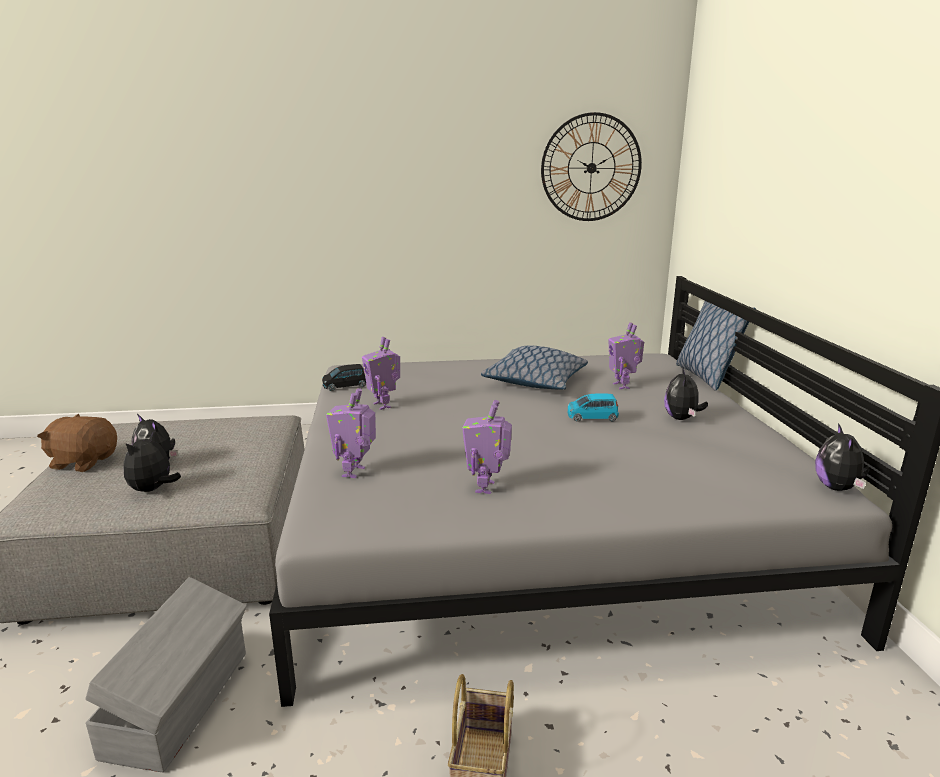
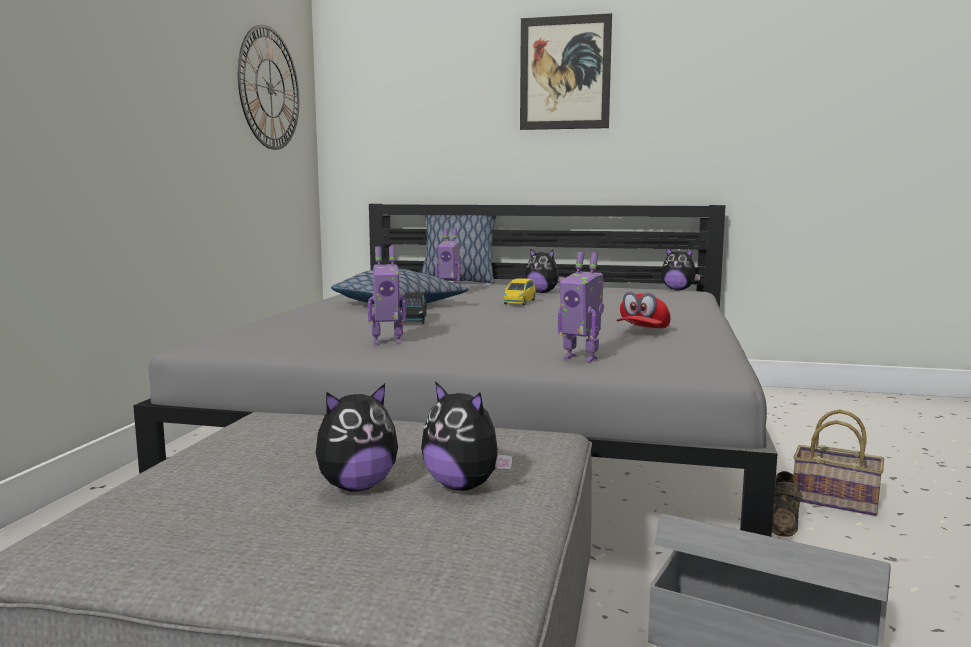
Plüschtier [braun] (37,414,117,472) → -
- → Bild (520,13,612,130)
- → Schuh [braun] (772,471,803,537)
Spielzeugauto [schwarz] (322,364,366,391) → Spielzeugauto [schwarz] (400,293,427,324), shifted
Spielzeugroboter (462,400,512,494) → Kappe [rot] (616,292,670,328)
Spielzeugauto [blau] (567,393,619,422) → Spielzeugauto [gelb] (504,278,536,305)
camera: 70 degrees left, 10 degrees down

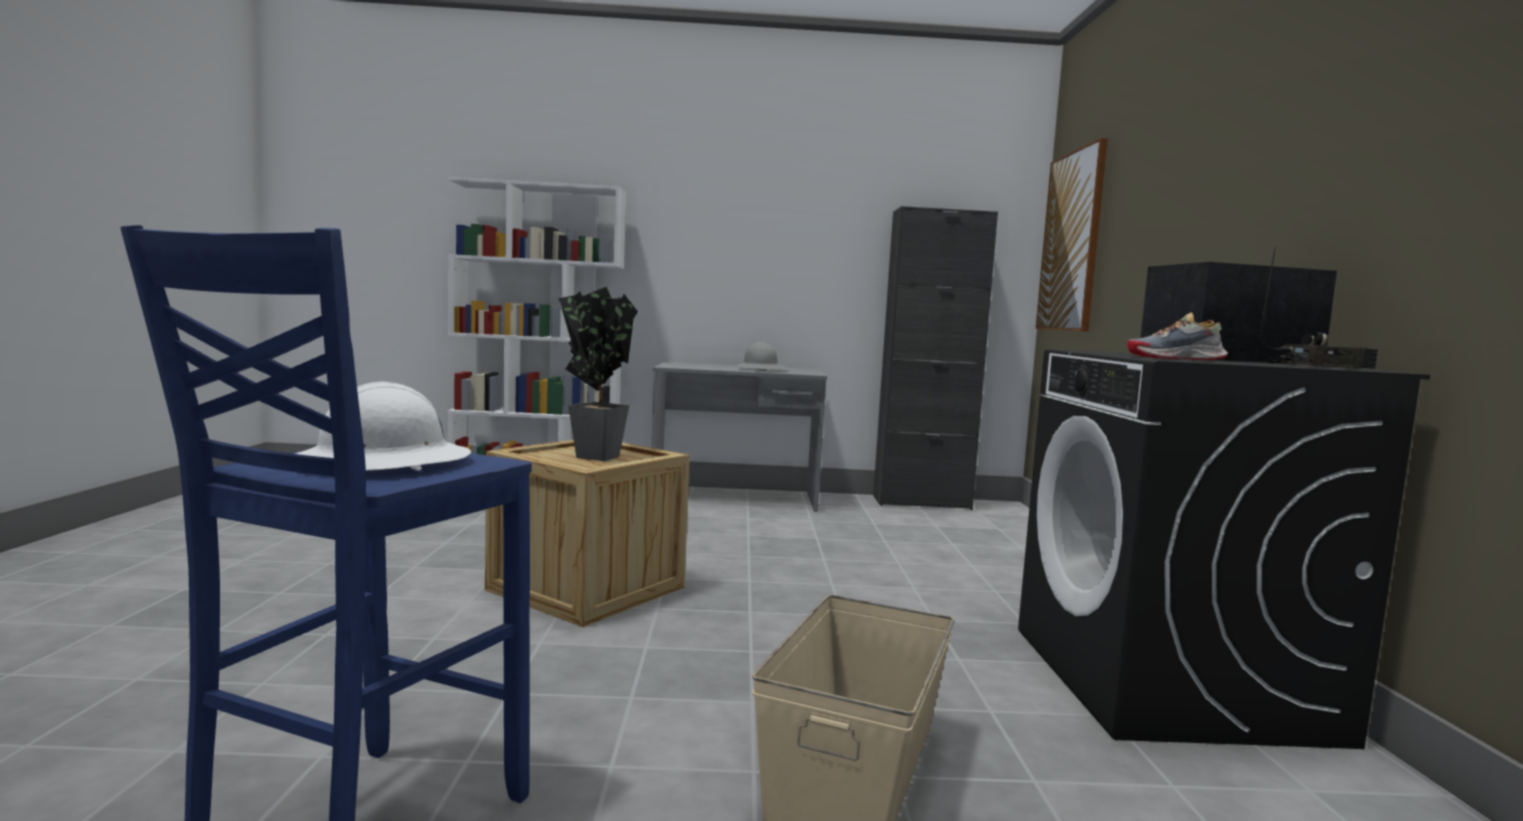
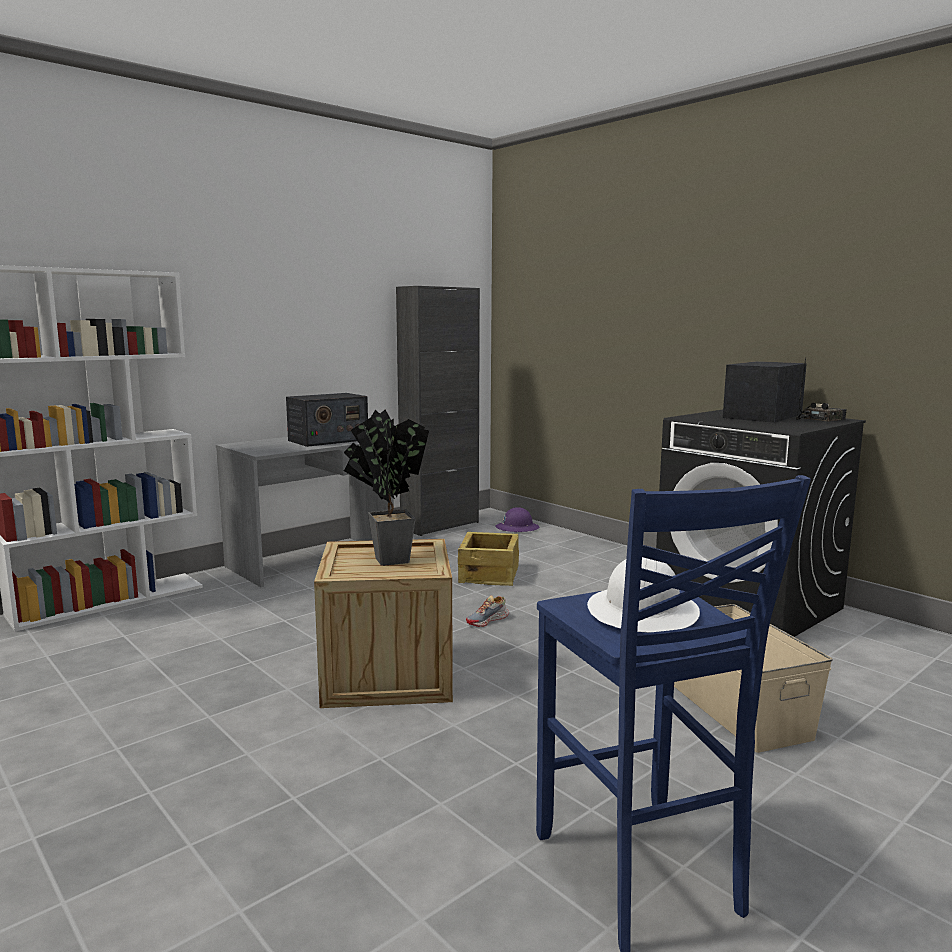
Bild (1035,138,1108,332) → -
- → Kiste (458,532,519,586)
- → Schutzhelm [lila] (496,507,539,532)
Schuh (1127,313,1228,360) → Schuh (466,595,509,627), shifted
Schutzhelm [grau] (735,342,786,370) → Radio (286,393,368,447)
camera: 40 degrees left, 5 degrees up

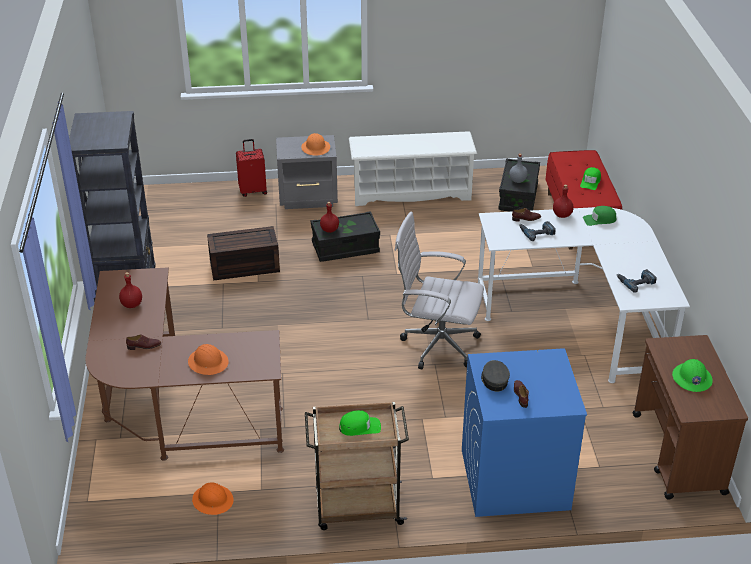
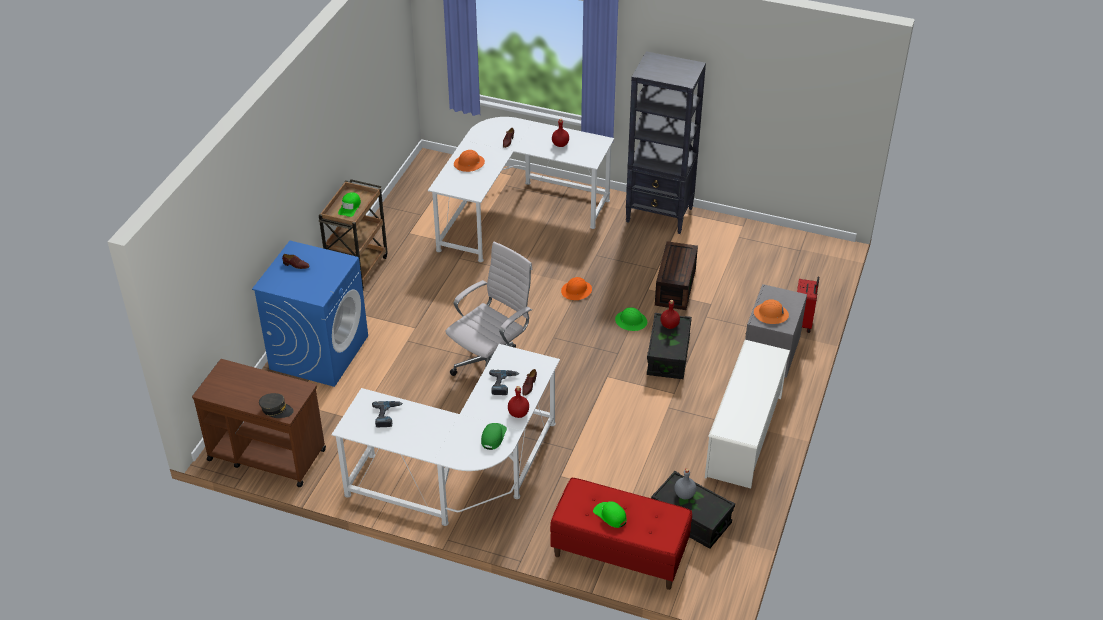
Schutzhelm [orange] (192,482,234,515) → Schutzhelm [orange] (561,277,592,300), shifted
Kappe [grau] (481,360,510,391) → Kappe [grau] (259,393,294,418), shifted
Schutzhelm [grün] (672,359,713,392) → Schutzhelm [grün] (615,307,647,331), shifted
Schreibtisch [braun] (86,267,284,461) → Schreibtisch [weiß] (428,117,614,262)
camera: 115 degrees right, 5 degrees up

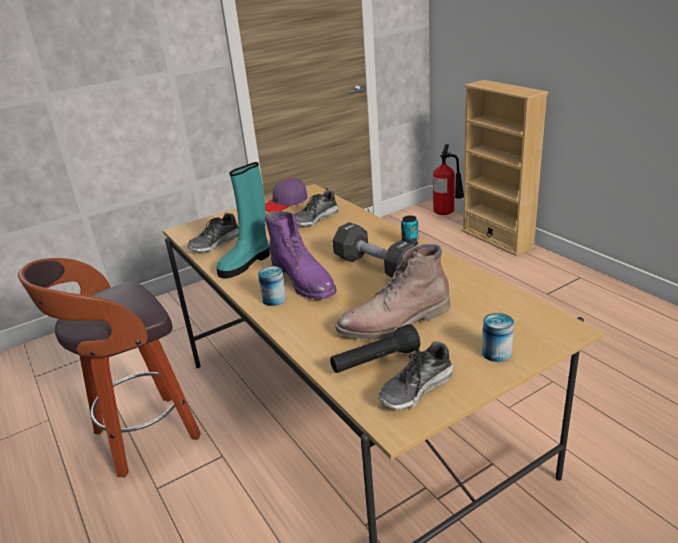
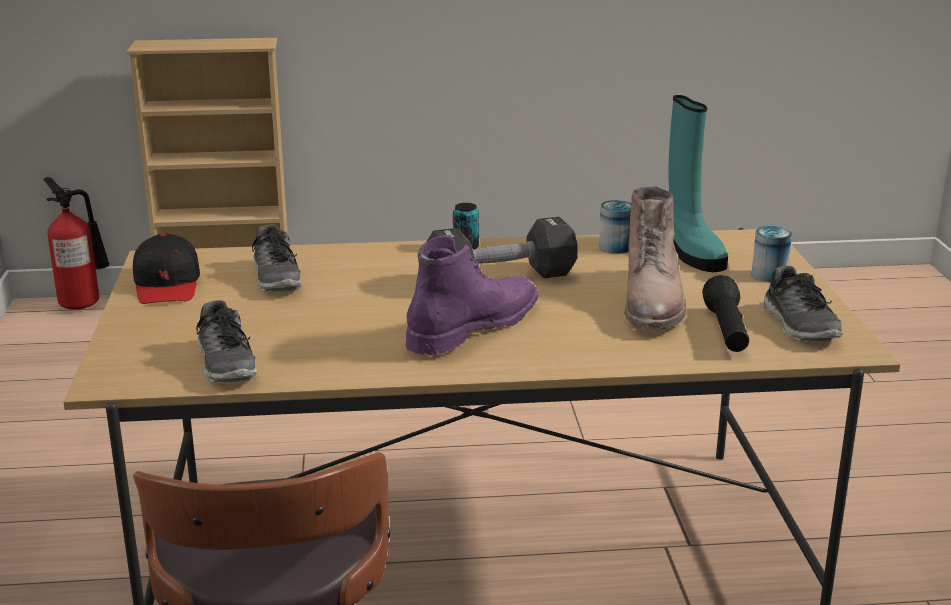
Stiefel [türkis] (216,162,270,279) → Stiefel [türkis] (668,95,728,272), shifted
Dose (258,266,287,306) → Dose (599,200,631,254), shifted
Kappe [lila] (265,178,308,212) → Kappe [schwarz] (133,233,200,304)
Stiefel [lila] (265,211,337,300) → Stiefel [lila] (405,235,538,356), 45 degrees counterclockwise
camera: 65 degrees left, 5 degrees down

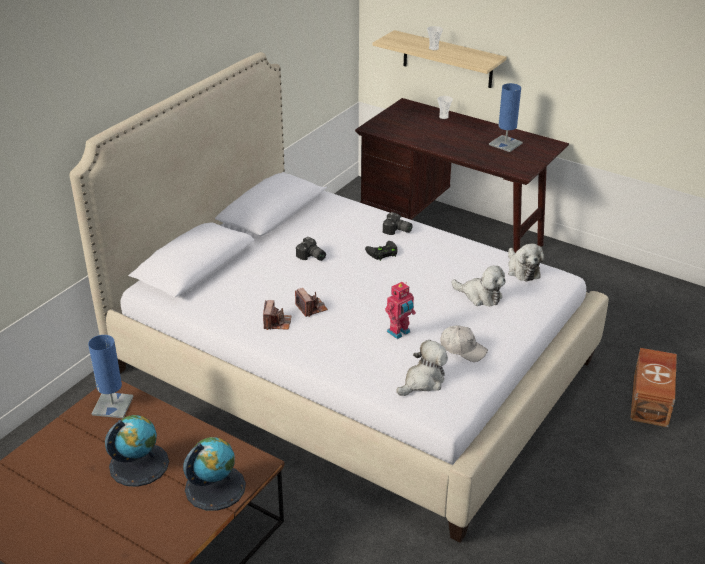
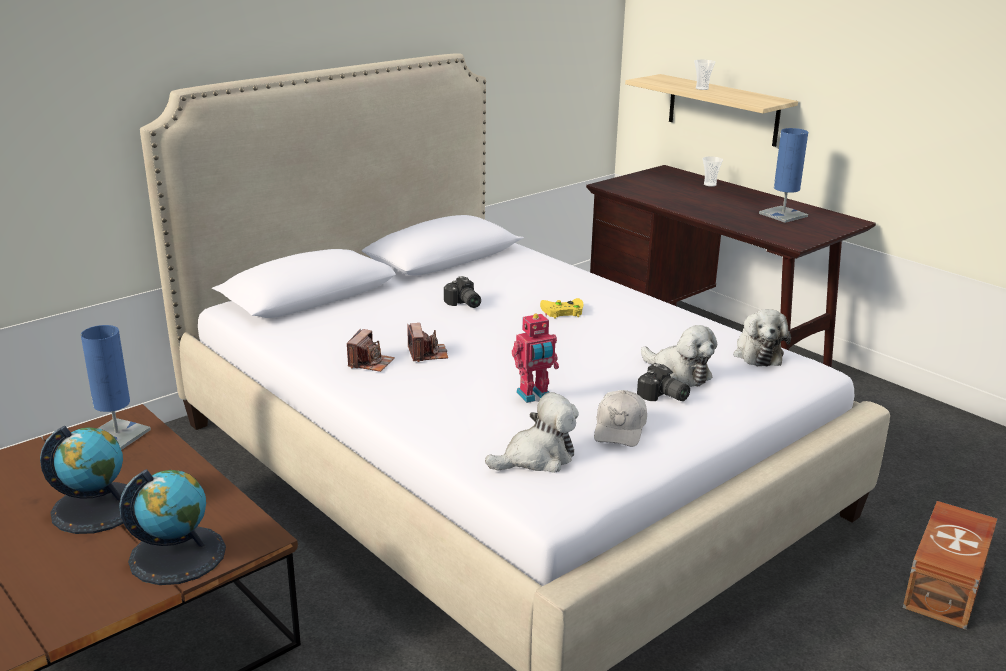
Kamera (383,212,413,235) → Kamera (637,363,690,401), shifted
Gamepad [schwarz] (365,241,398,261) → Gamepad [gelb] (540,298,584,318)
Kappe [weiß] (440,325,488,362) → Kappe [weiß] (594,390,647,447), 60 degrees clockwise
camera: 15 degrees right, 10 degrees down

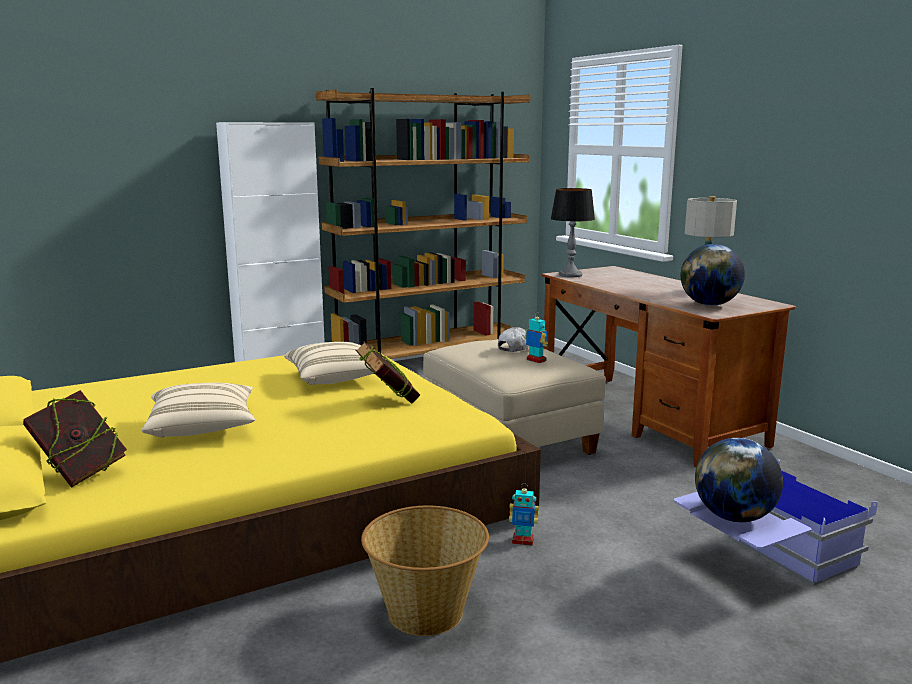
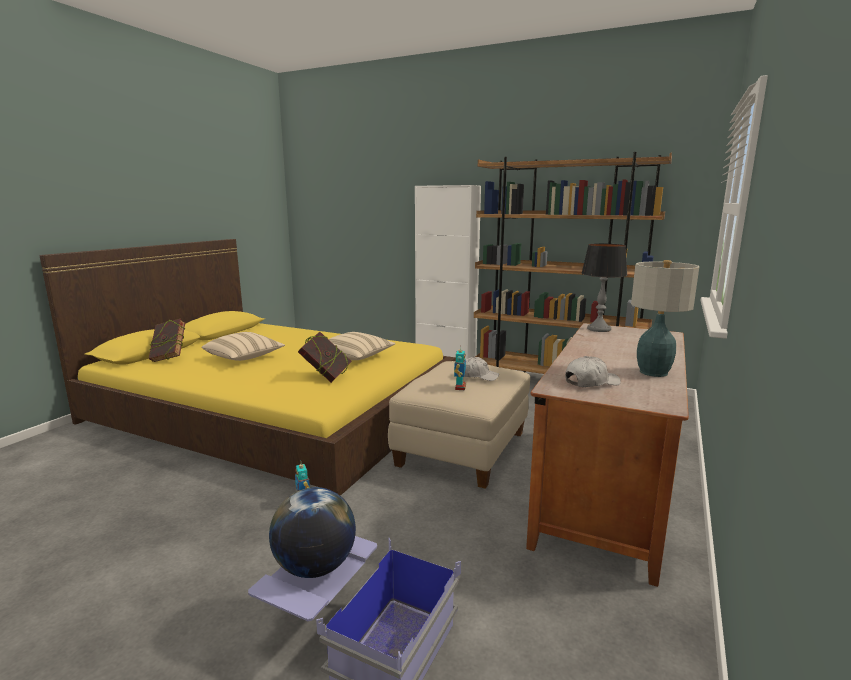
Korb (361,506,489,636) → -
Globus (681,244,745,306) → Kappe [weiß] (565,356,621,387)
camera: 55 degrees right, 0 degrees up

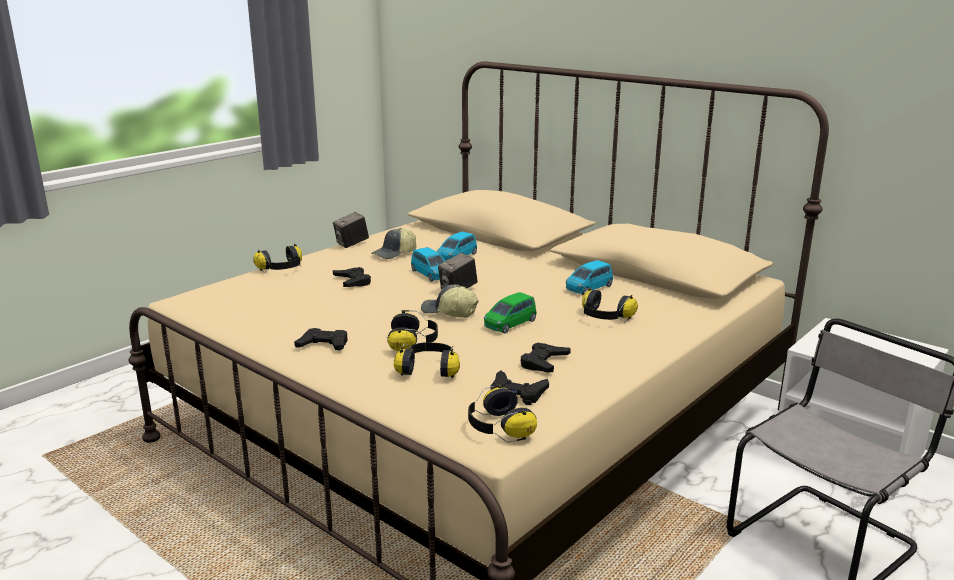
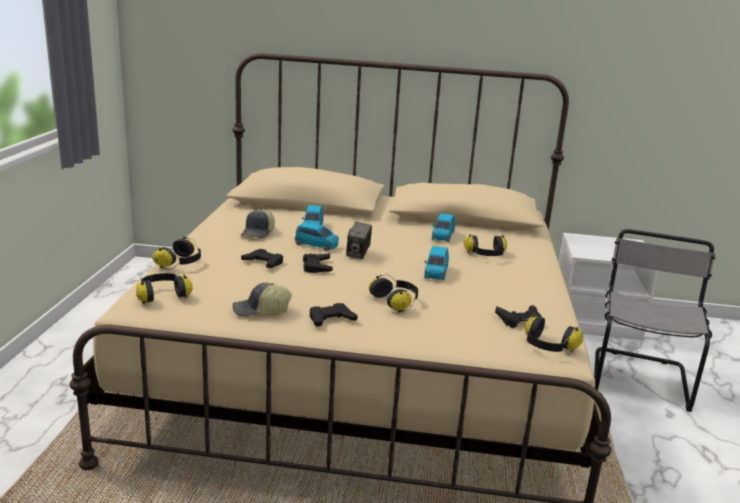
Kamera (333,212,369,248) → -
Kopfhörer (394,342,460,378) → Kopfhörer (136,272,192,304), shifted
Kappe (421,284,479,318) → Kappe (232,282,292,317), shifted
Gamepad [schwarz] (521,342,571,373) → Gamepad [schwarz] (303,253,333,273), shifted
Spielzeugauto [grün] (484,292,536,333) → Spielzeugauto [blau] (424,246,449,280)
camera: 35 degrees left, 0 degrees up

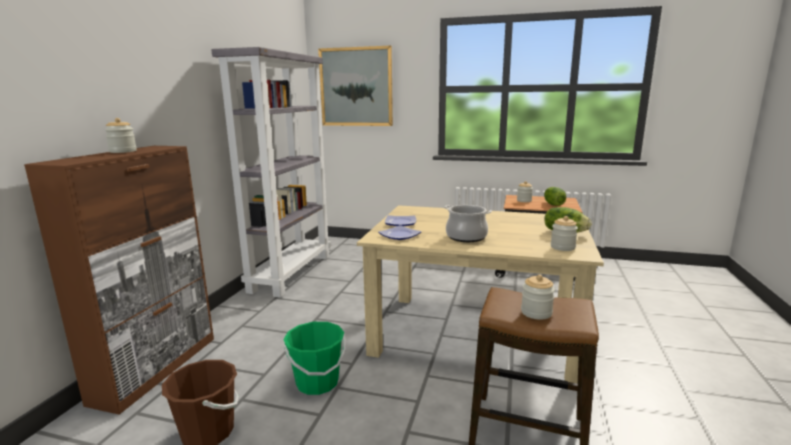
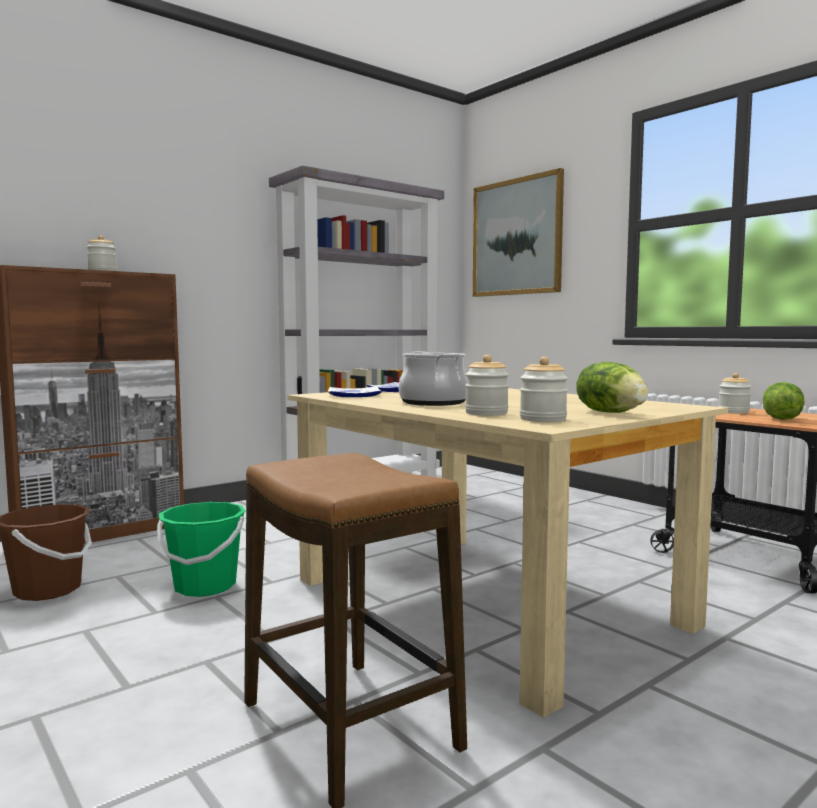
Vorratsglas (521,274,555,320) → Vorratsglas (465,355,509,415), shifted
camera: 35 degrees right, 10 degrees down

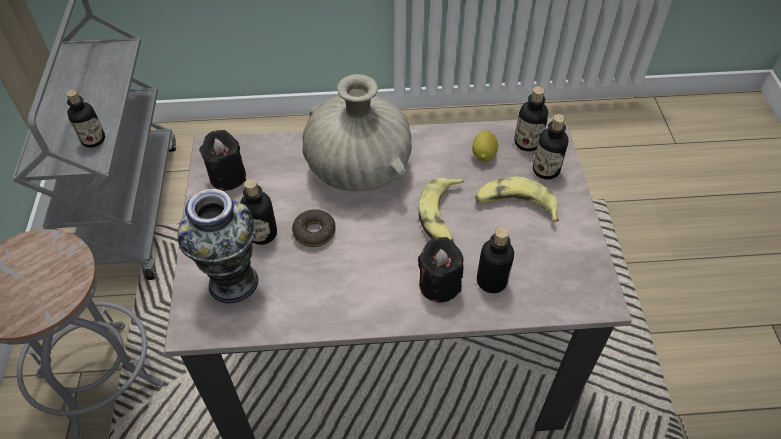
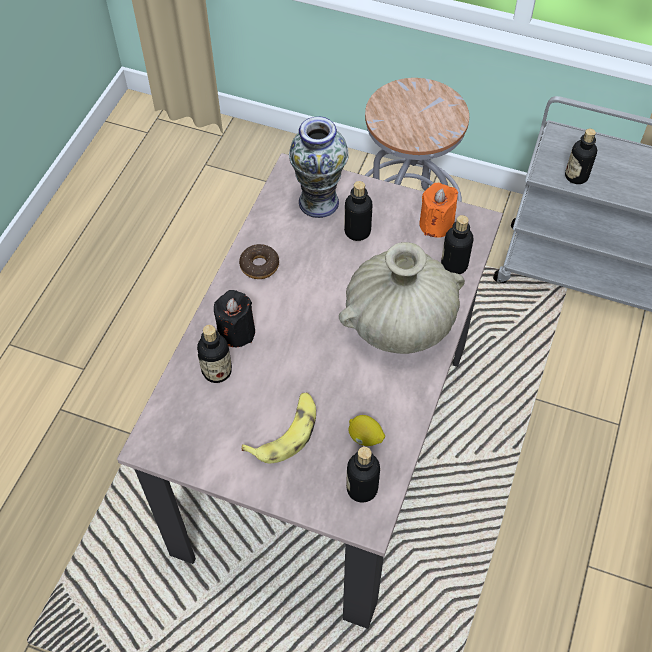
Banane (418,178,464,242) → -
Donut (292,209,336,247) → Donut (239,244,279,279), shifted
Flasche (533,114,569,180) → Flasche (441,215,474,274), shifted
Kerze [schwarz] (199,130,246,191) → Kerze [orange] (419,183,458,237)
camera: 115 degrees right, 5 degrees up

